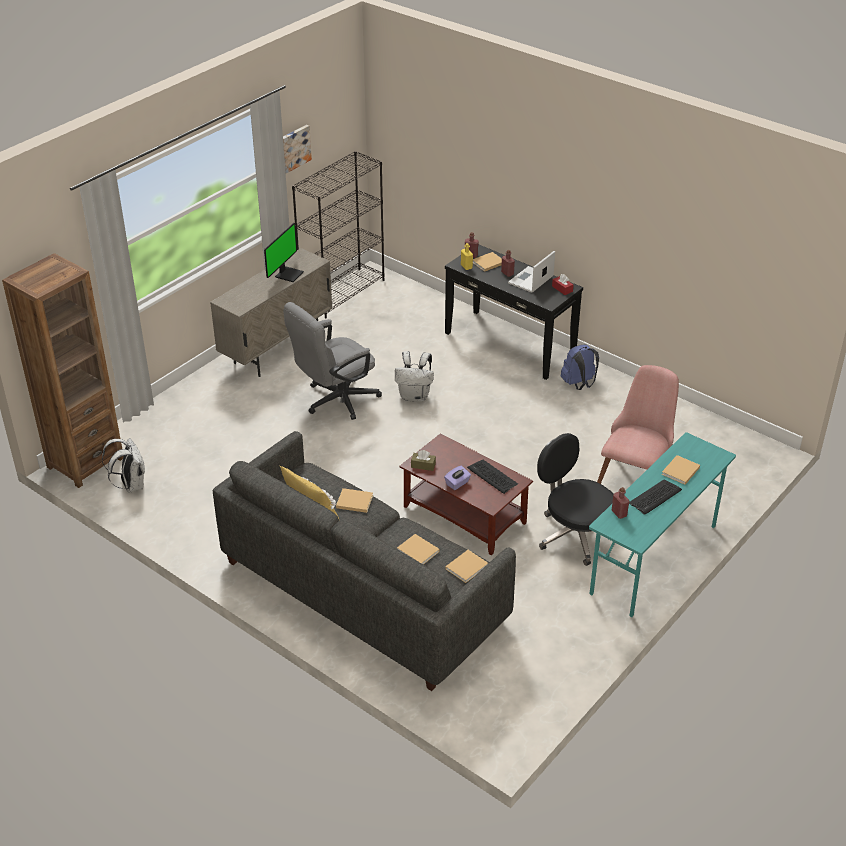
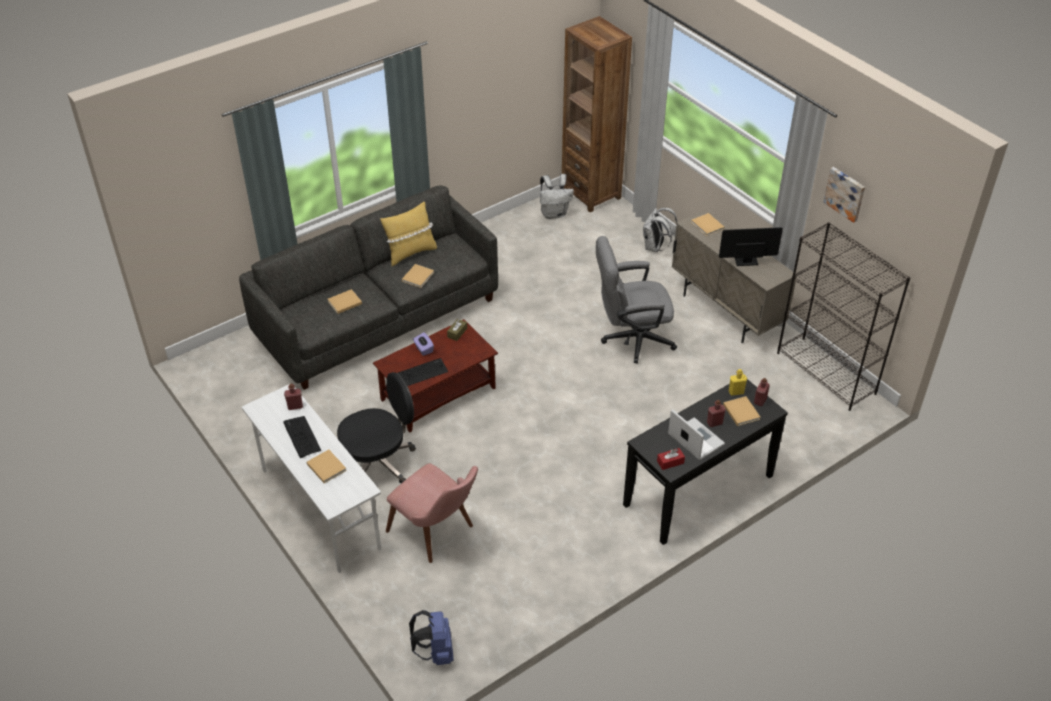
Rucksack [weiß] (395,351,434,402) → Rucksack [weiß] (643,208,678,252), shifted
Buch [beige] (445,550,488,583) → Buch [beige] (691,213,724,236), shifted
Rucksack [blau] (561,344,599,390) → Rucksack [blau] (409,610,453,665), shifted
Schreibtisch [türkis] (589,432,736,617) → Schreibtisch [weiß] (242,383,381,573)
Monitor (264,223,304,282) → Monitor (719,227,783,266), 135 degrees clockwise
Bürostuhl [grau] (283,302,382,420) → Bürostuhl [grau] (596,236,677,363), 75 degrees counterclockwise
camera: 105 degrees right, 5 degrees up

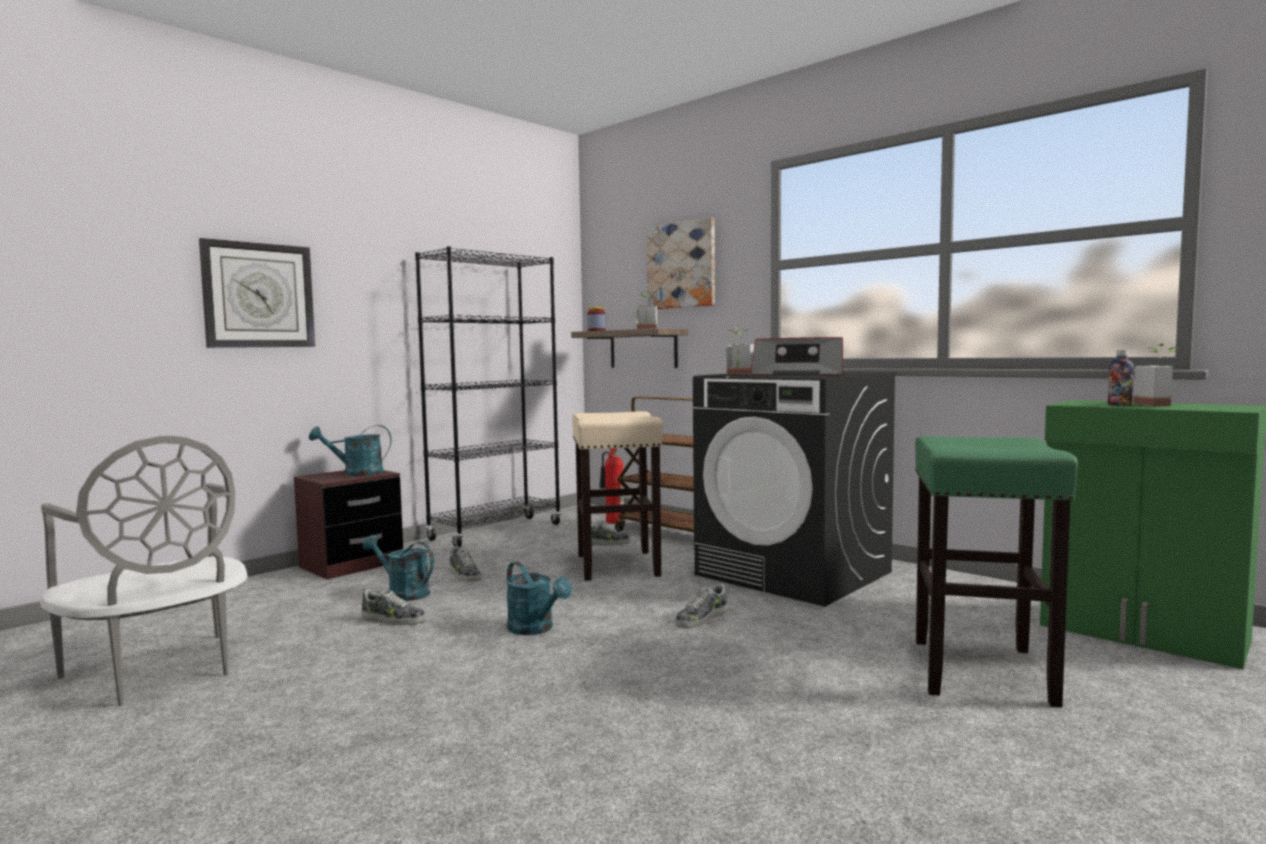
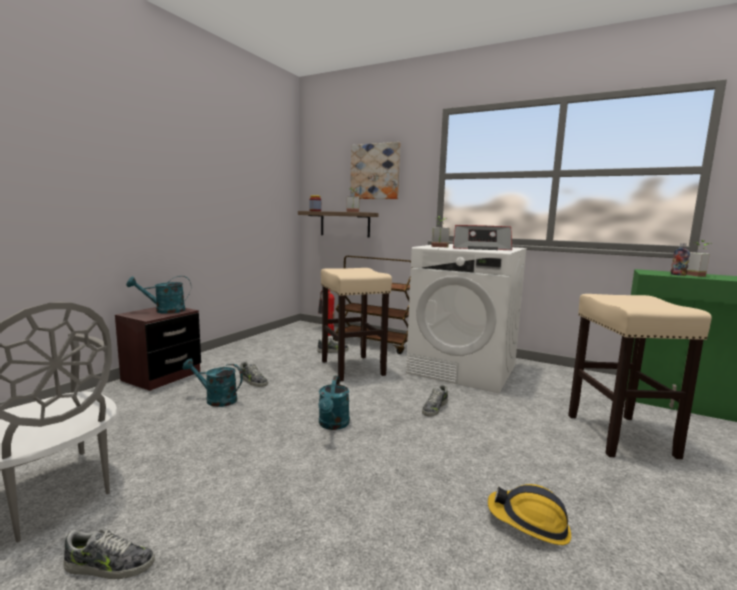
Wanduhr (199,238,315,348) → -
Bücherregal [schwarz] (415,246,561,547) → -
- → Schutzhelm (488,484,571,545)
Schuh (361,589,426,625) → Schuh (63,528,155,579), shifted
Waschmaschine [schwarz] (693,372,897,607) → Waschmaschine [weiß] (406,244,527,393)
Hocker [grün] (915,436,1078,707) → Hocker [beige] (568,294,712,459)
Gießkanne [türkis] (506,562,572,635) → Gießkanne [türkis] (318,375,350,430), 60 degrees clockwise
camera: 15 degrees left, 5 degrees up

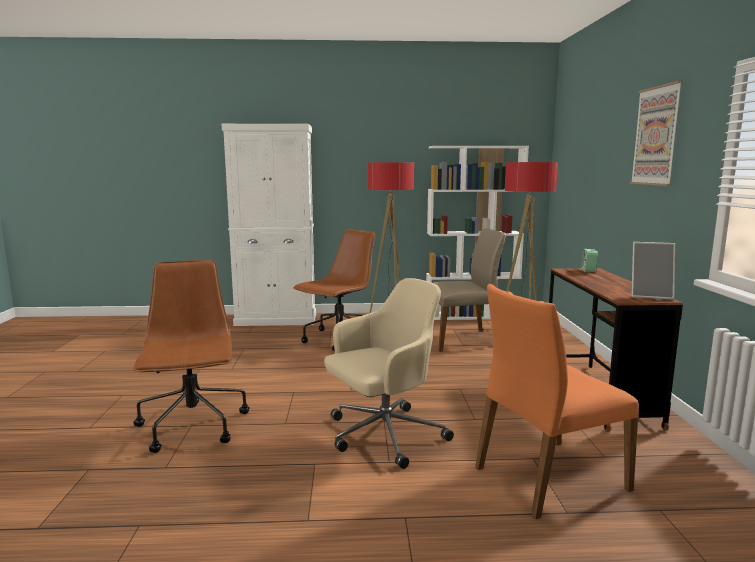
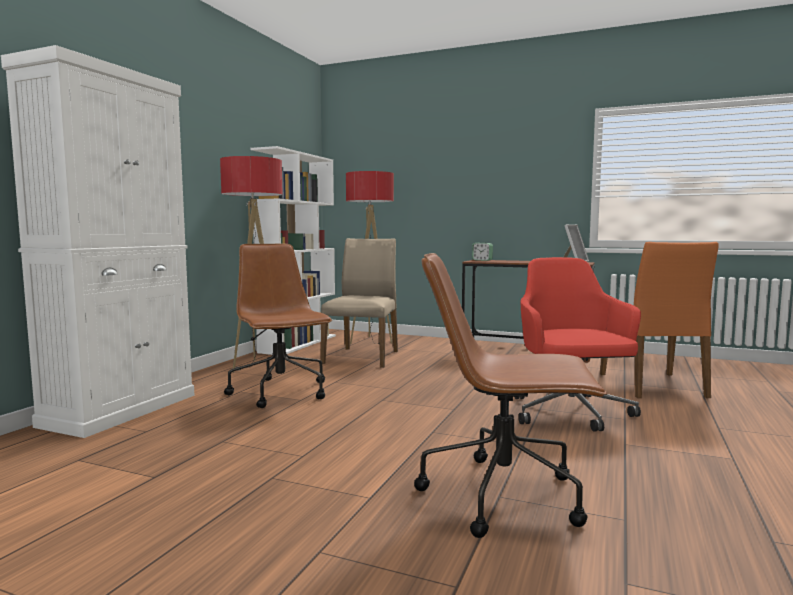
Bild (630,81,683,186) → -
Bürostuhl [beige] (324,278,454,469) → Bürostuhl [rot] (515,257,641,432)
camera: 65 degrees left, 5 degrees down

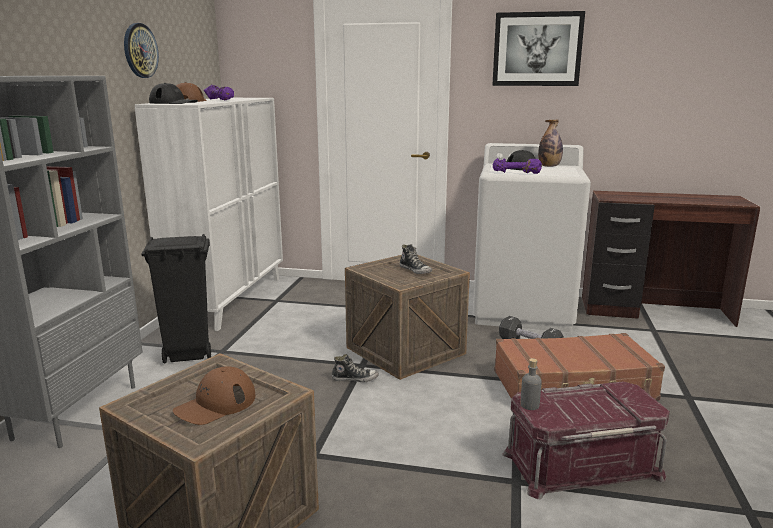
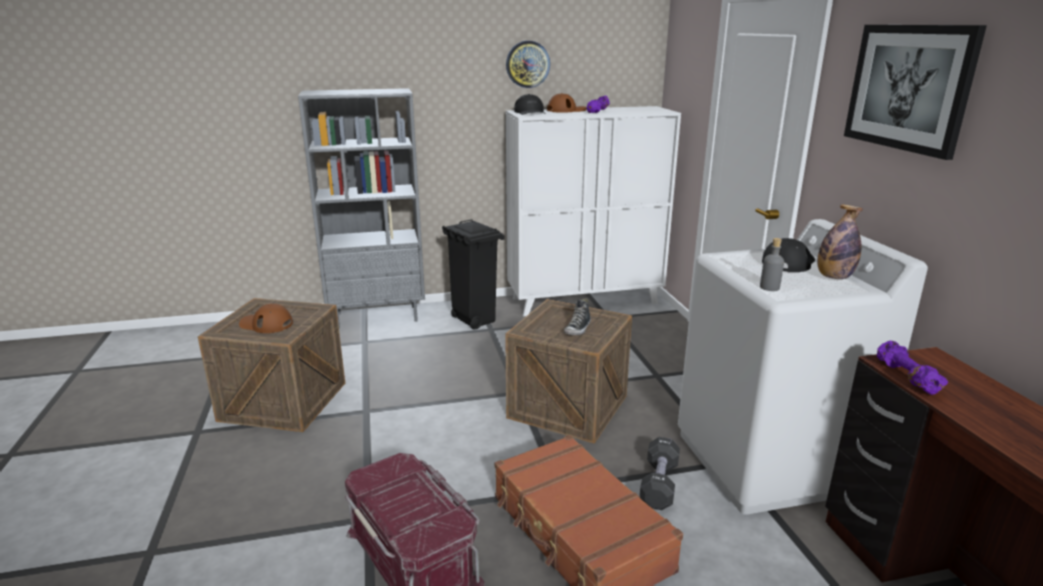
Schuh (332,354,378,382) → -
Hantel [lila] (493,158,542,174) → Hantel [lila] (877,341,948,395), shifted
Flasche [grau] (520,358,542,410) → Flasche [grau] (760,238,784,291), shifted
camera: 65 degrees right, 5 degrees up

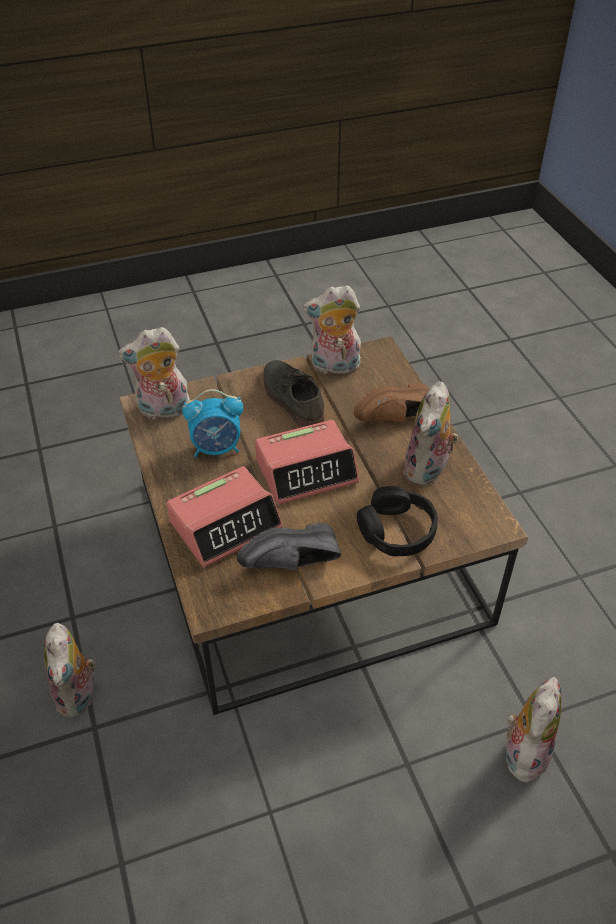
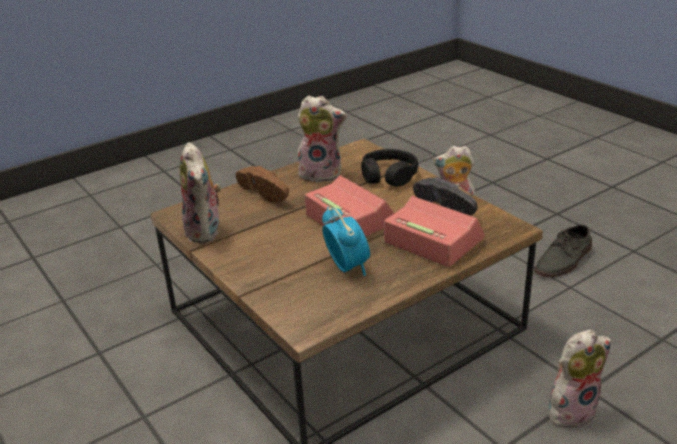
Plüschtier (118,327,191,421) → -
Schuh [grau] (263,360,324,428) → Schuh [grau] (534,225,592,277), shifted
camera: 105 degrees left, 15 degrees down

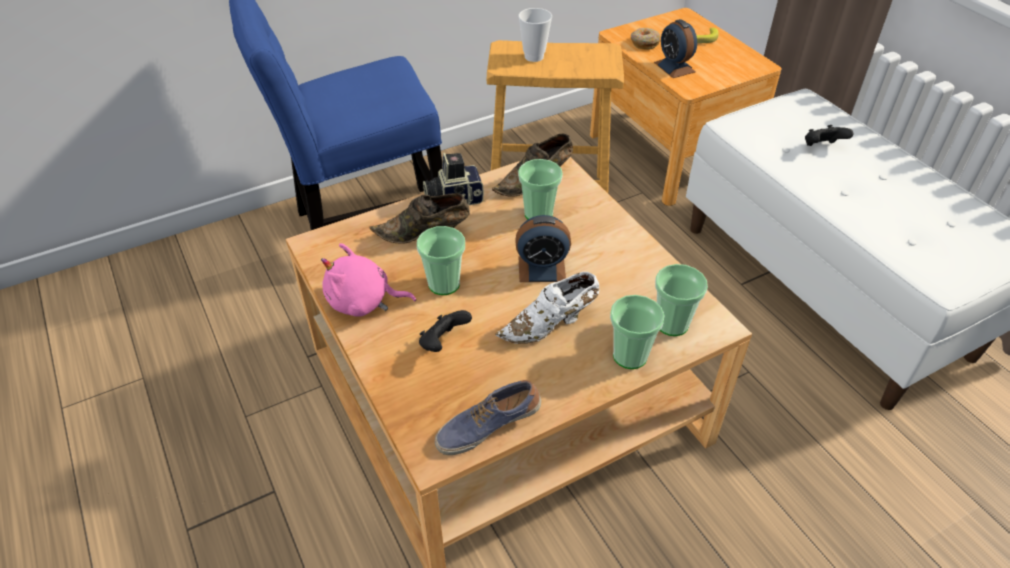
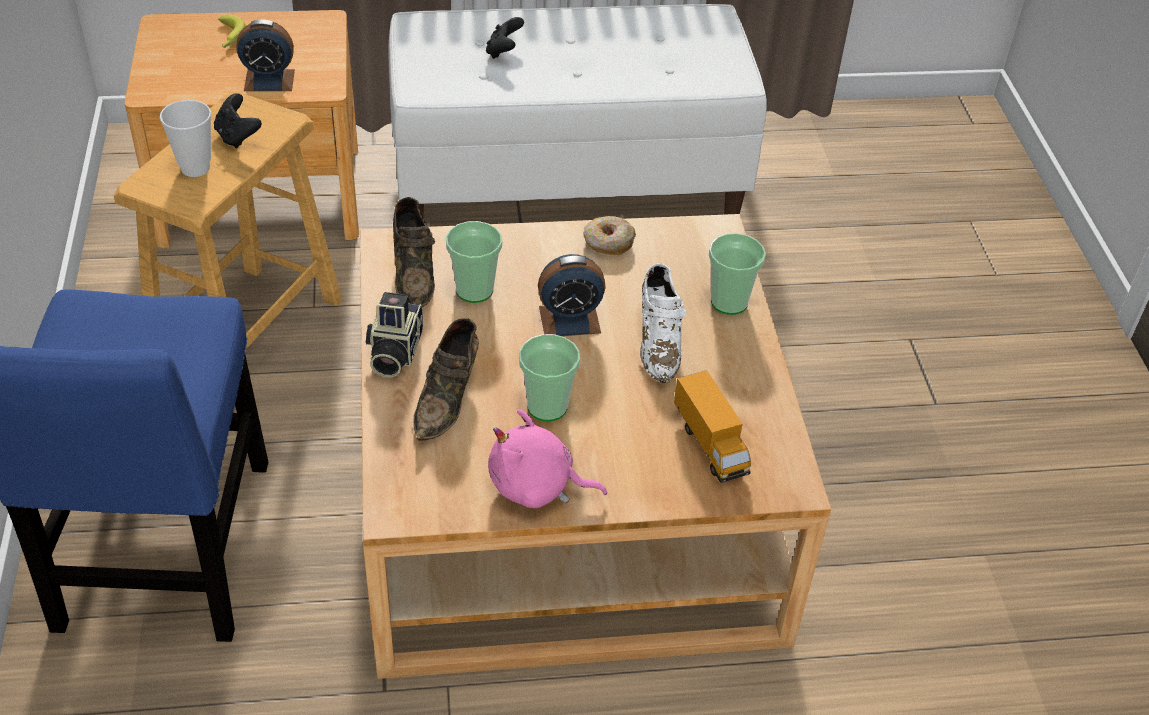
Schuh (435,380,541,455) → -
Tasse (655,264,708,336) → -
- → Spielzeuglaster (674,370,751,483)
Gamepad [schwarz] (419,310,472,352) → Gamepad [schwarz] (214,93,262,148), shifted
Donut (631,28,661,50) → Donut (583,216,636,255), shifted
Plüschtier [rosa] (321,243,416,317) → Plüschtier [rosa] (488,409,607,508), 75 degrees clockwise
Wecker (515,215,571,282) → Wecker (538,254,606,336), 60 degrees clockwise
camera: 70 degrees left, 0 degrees up

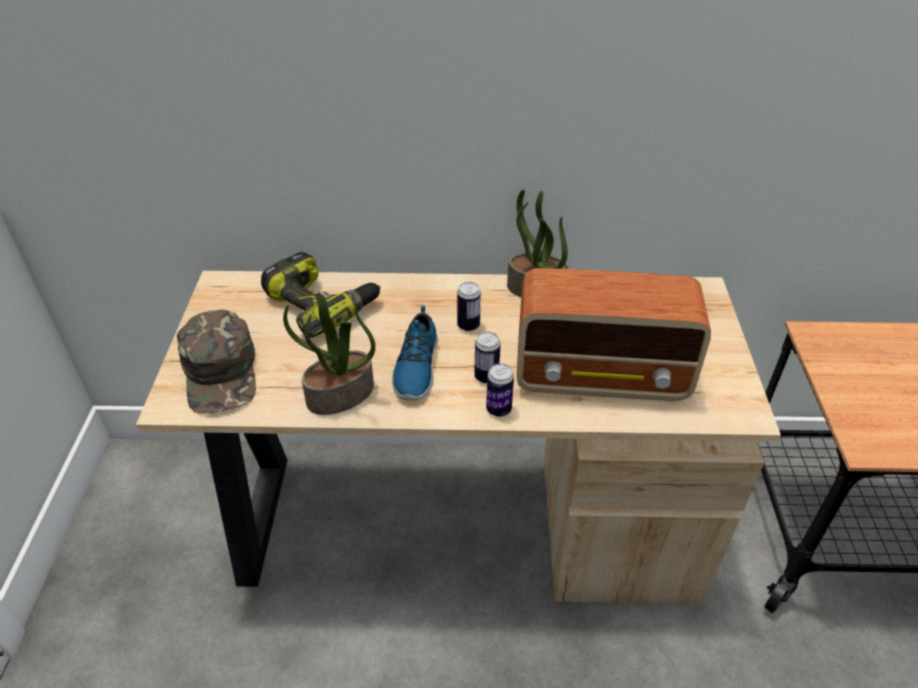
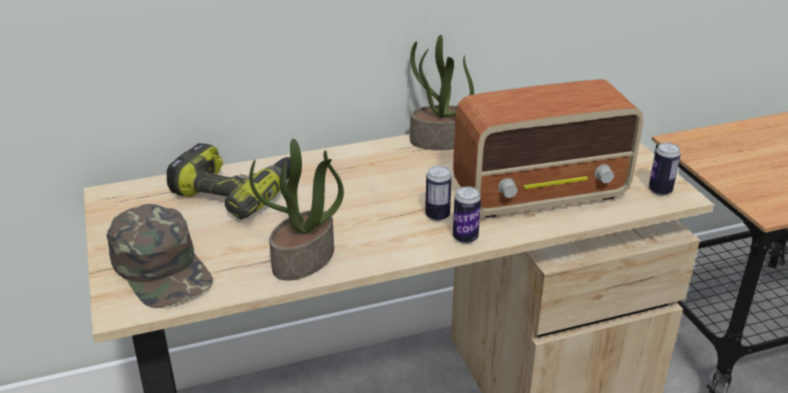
Schuh (392,305,438,400) → -
Dose (457,282,481,331) → Dose (649,142,681,196), shifted
camera: 20 degrees left, 10 degrees down

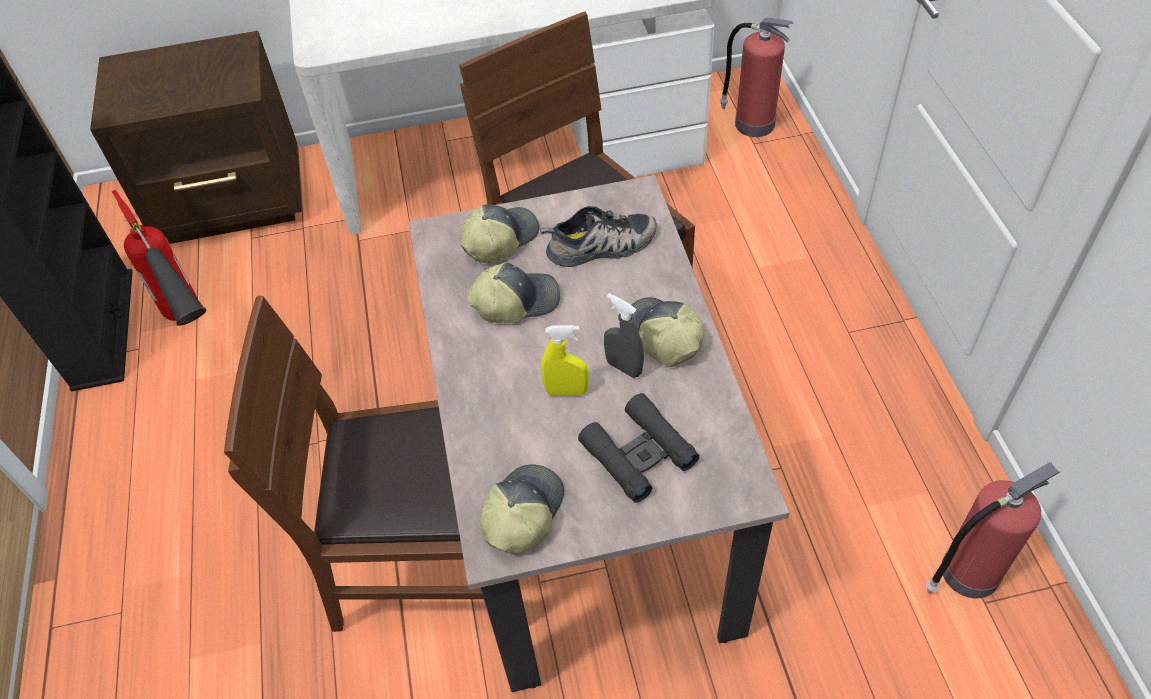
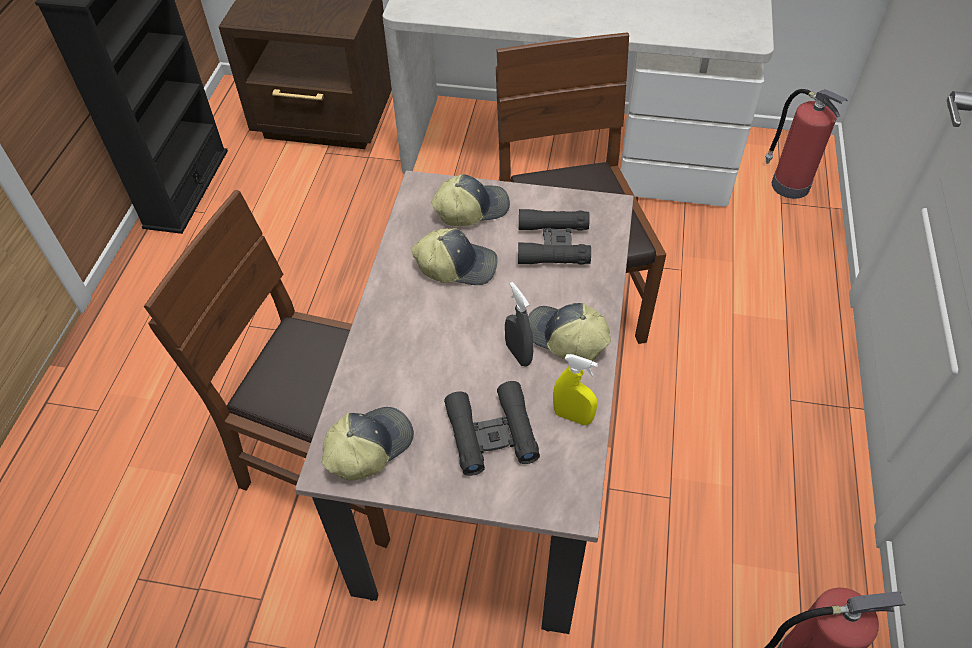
Feuerlöscher (112,190,207,326) → -
Sprühflasche [gelb] (541,325,589,396) → Sprühflasche [gelb] (553,354,598,425), shifted
Schuh (540,206,657,267) → Fernglas [schwarz] (518,209,591,264)
Kappe (631,297,704,367) → Kappe (528,303,611,361), 45 degrees counterclockwise
camera: 20 degrees right, 0 degrees up

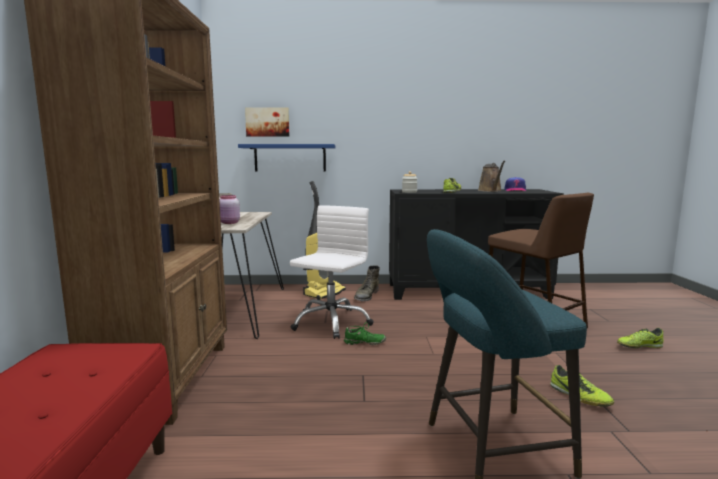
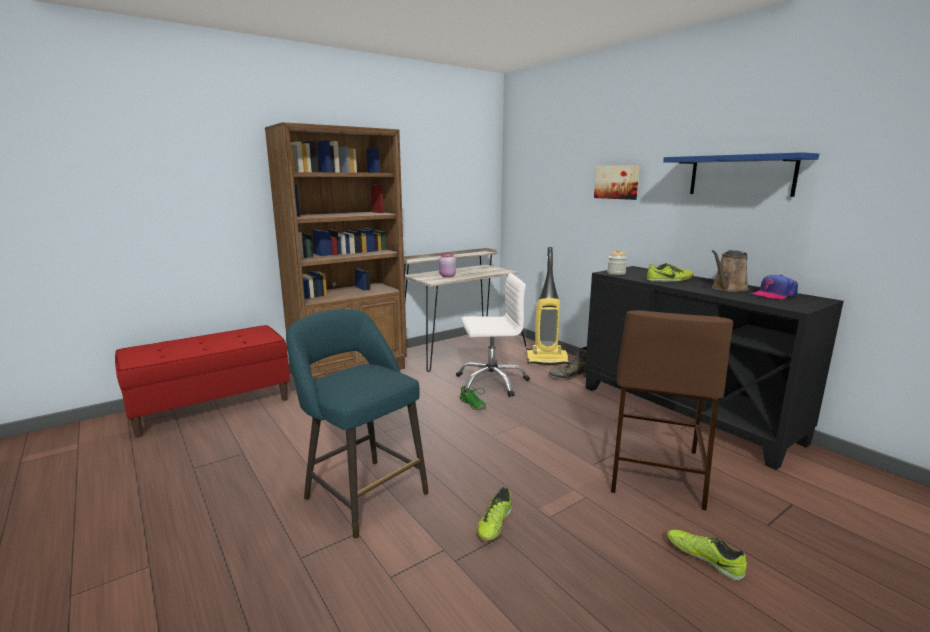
Wandregal [blau] (238,144,335,171) → Wandregal [blau] (663,152,819,197), shifted
Bild (245,107,290,137) → Bild (594,165,640,200), shifted
camera: 55 degrees right, 5 degrees up

